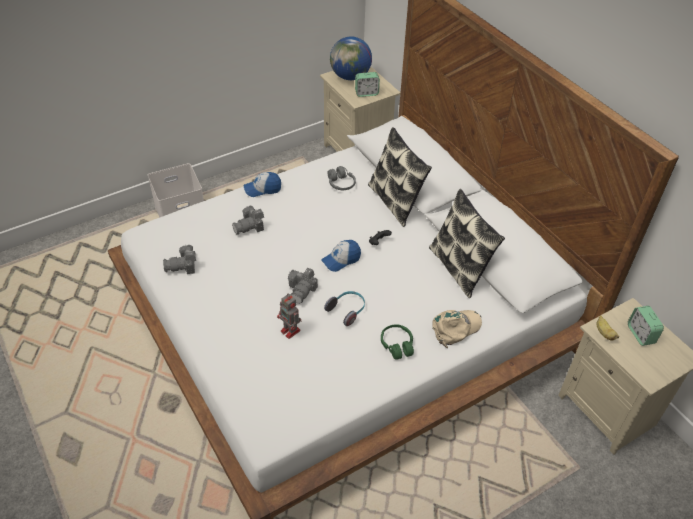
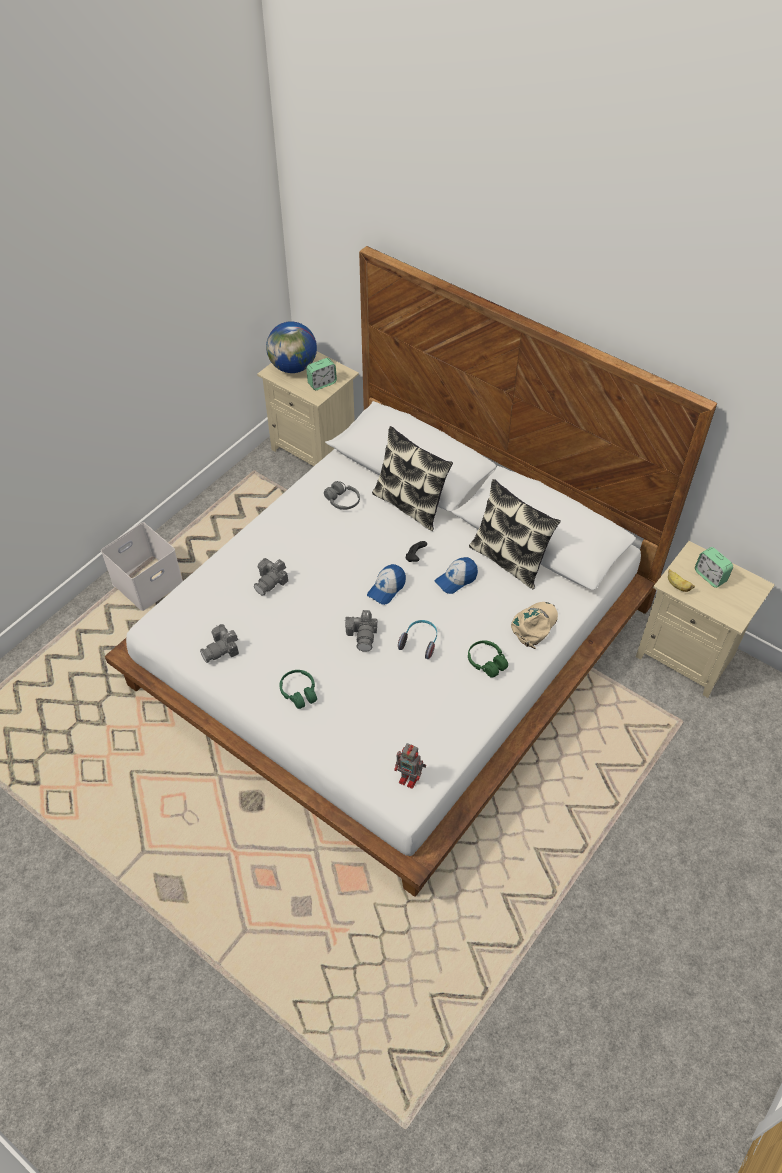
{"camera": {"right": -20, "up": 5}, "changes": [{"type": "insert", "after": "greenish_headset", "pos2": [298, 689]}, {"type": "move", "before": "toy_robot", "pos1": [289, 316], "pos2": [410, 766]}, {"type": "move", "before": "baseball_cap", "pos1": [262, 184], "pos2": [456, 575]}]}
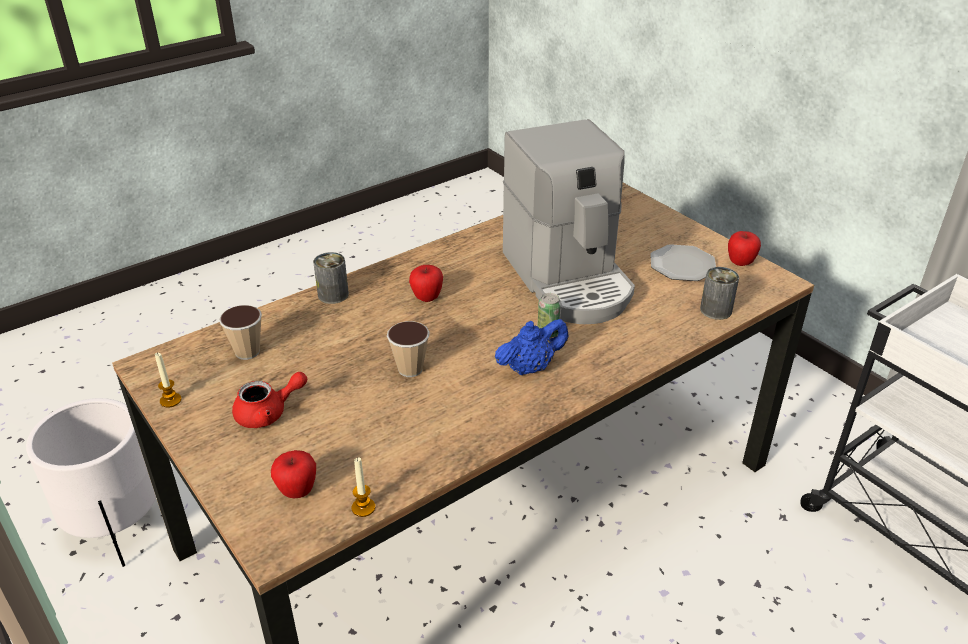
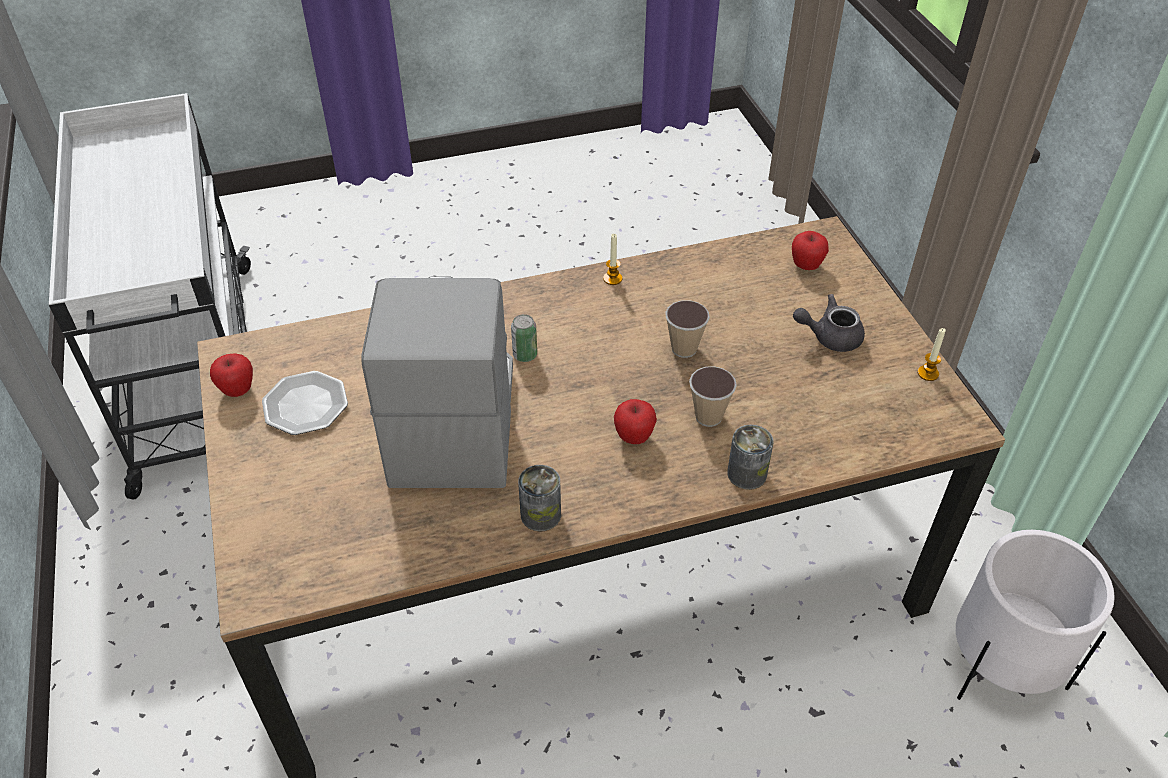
{"camera": {"right": -160, "up": 10}, "changes": [{"type": "move", "before": "sealed_can", "pos1": [719, 293], "pos2": [539, 498]}, {"type": "move", "before": "candle", "pos1": [363, 487], "pos2": [612, 259]}, {"type": "move", "before": "small_cup", "pos1": [240, 332], "pos2": [713, 396]}, {"type": "recolor", "before": "red_pot_for_tea", "after": "greyish_pot_for_tea", "pos1": [269, 400], "pos2": [829, 323]}, {"type": "delete", "before": "blue-coloured_pot_for_tea", "pos1": [532, 347]}]}
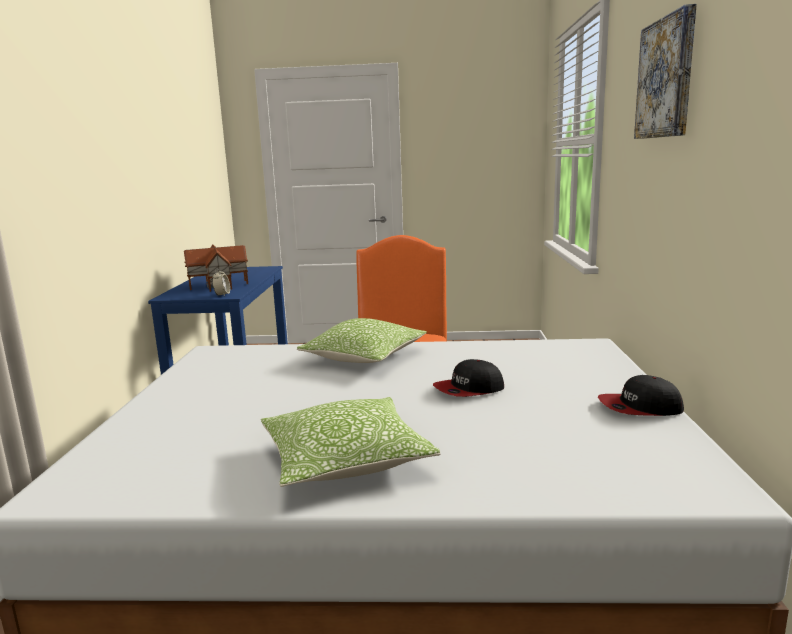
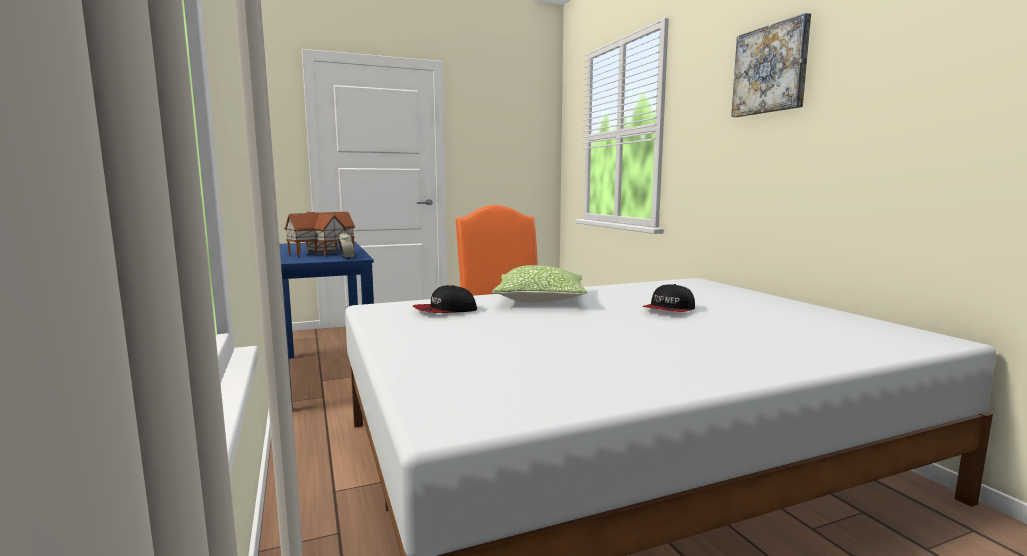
{"camera": {"right": -25, "up": -5}, "changes": [{"type": "move", "before": "baseball_cap", "pos1": [641, 395], "pos2": [445, 299]}, {"type": "delete", "before": "pillow", "pos1": [350, 442]}]}
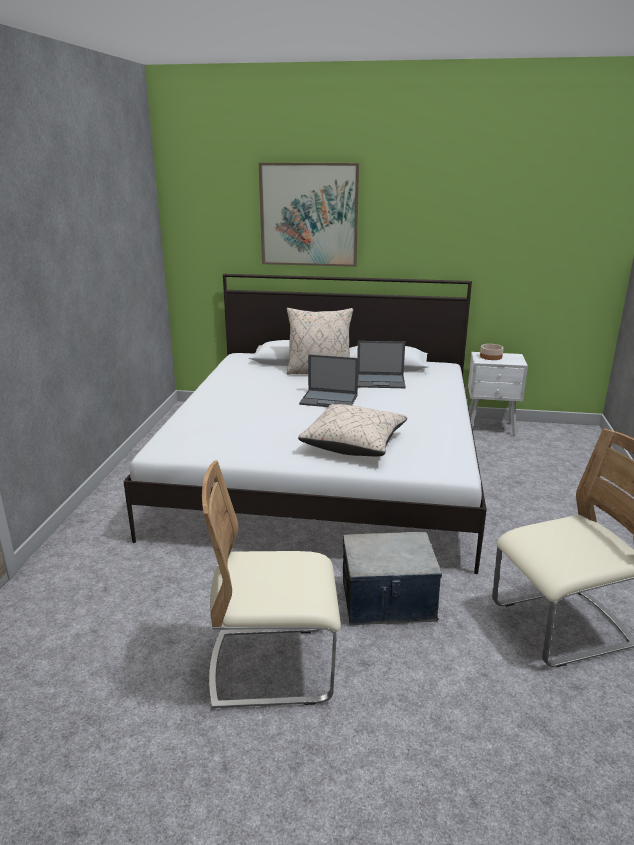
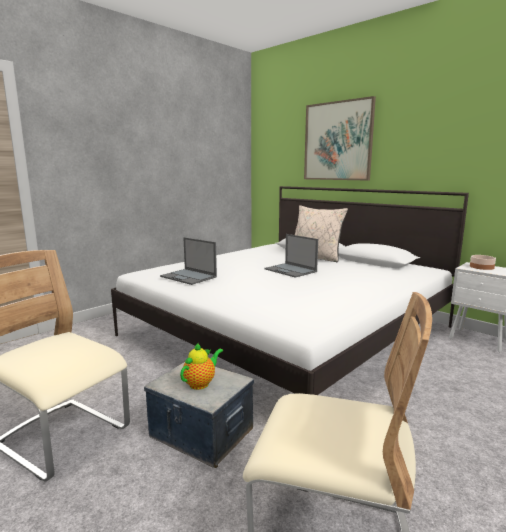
{"camera": {"right": 35, "up": -10}, "changes": [{"type": "move", "before": "laptop", "pos1": [381, 364], "pos2": [188, 261]}, {"type": "insert", "after": "pot_for_tea", "pos2": [201, 366]}, {"type": "delete", "before": "beige-coloured_pillow", "pos1": [352, 430]}]}
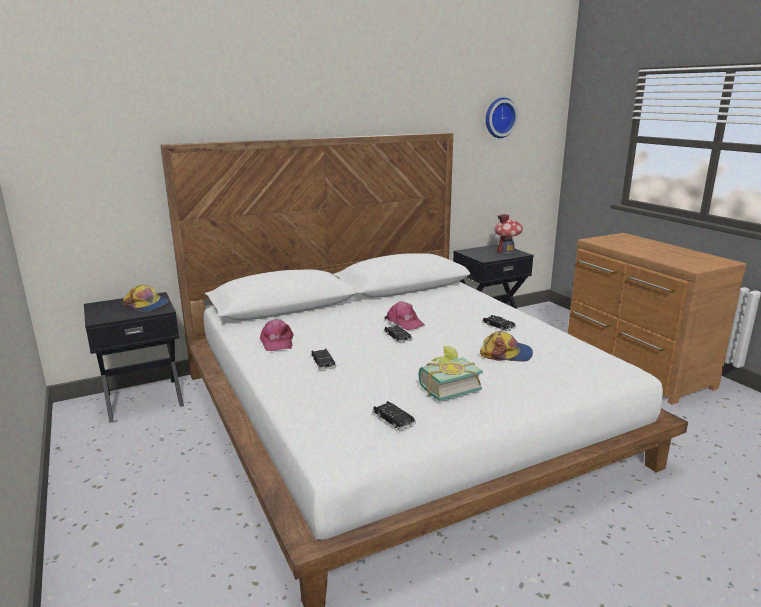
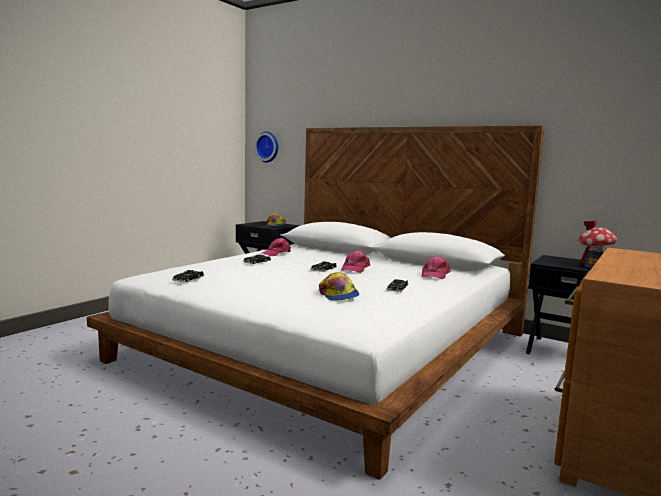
{"camera": {"right": 60, "up": -10}, "changes": [{"type": "move", "before": "clock_on_the_wall", "pos1": [502, 117], "pos2": [266, 146]}, {"type": "insert", "after": "pink-coloured_baseball_cap", "pos2": [436, 267]}, {"type": "delete", "before": "bound_book", "pos1": [451, 373]}]}
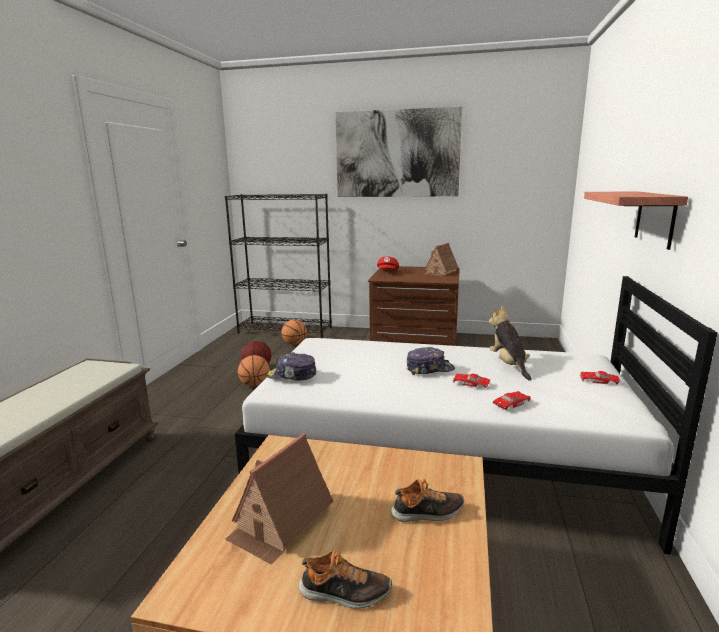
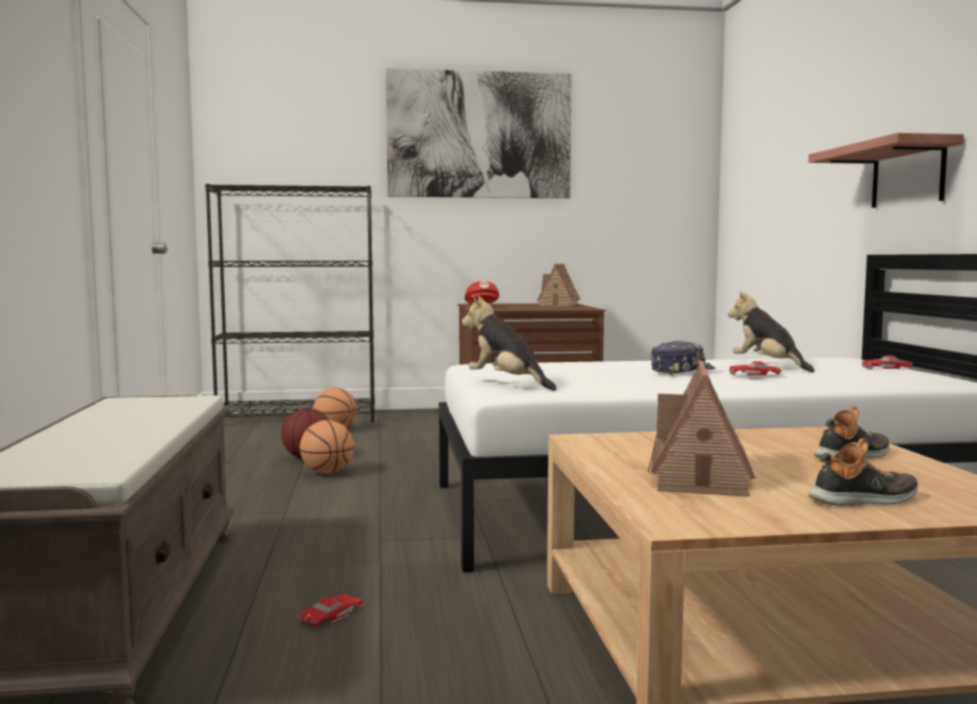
{"camera": {"right": -20, "up": -10}, "changes": [{"type": "move", "before": "red_model_car", "pos1": [512, 400], "pos2": [330, 610]}, {"type": "replace", "before": "baseball_cap", "after": "soft_toy", "pos1": [291, 366], "pos2": [509, 343]}]}
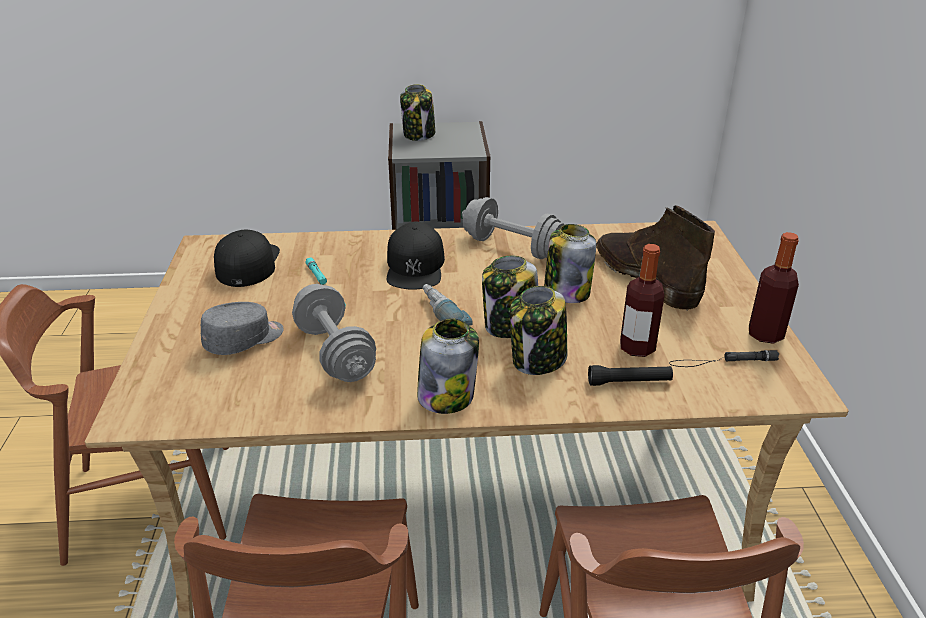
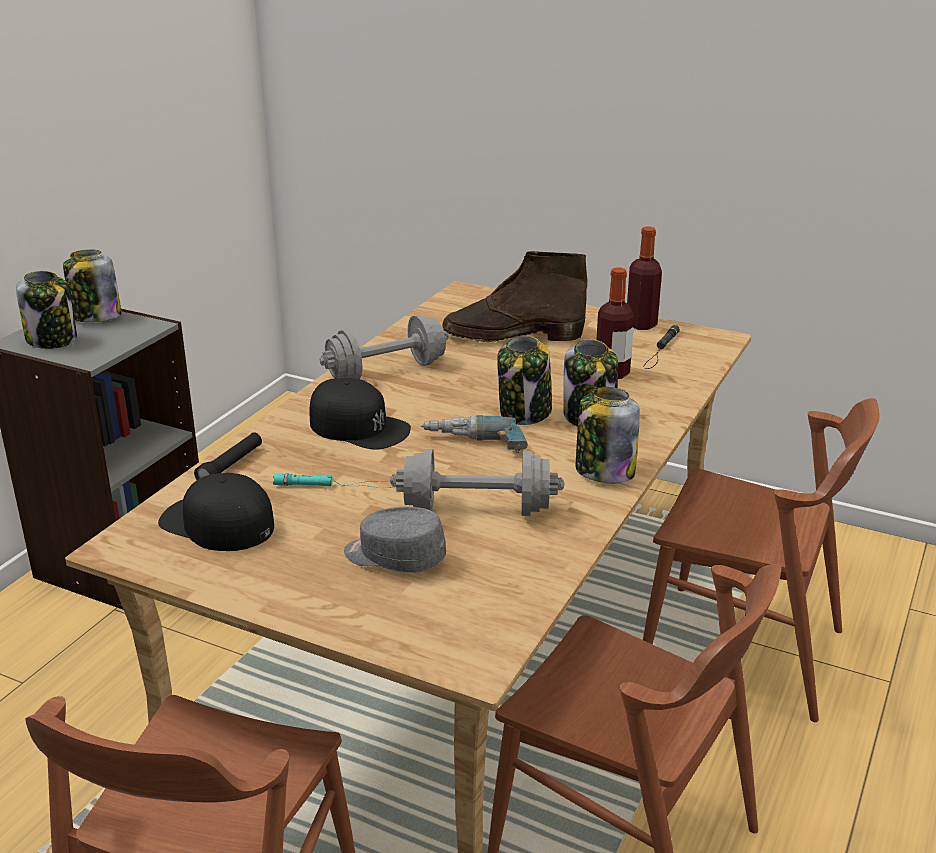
{"camera": {"right": -60, "up": -5}, "changes": [{"type": "move", "before": "storage_jar", "pos1": [570, 263], "pos2": [92, 286]}, {"type": "move", "before": "blackish_flashlight", "pos1": [630, 375], "pos2": [228, 456]}, {"type": "rotate", "before": "greyish_baseball_cap", "pos1": [242, 328], "pos2": [395, 540], "turn": -60}]}
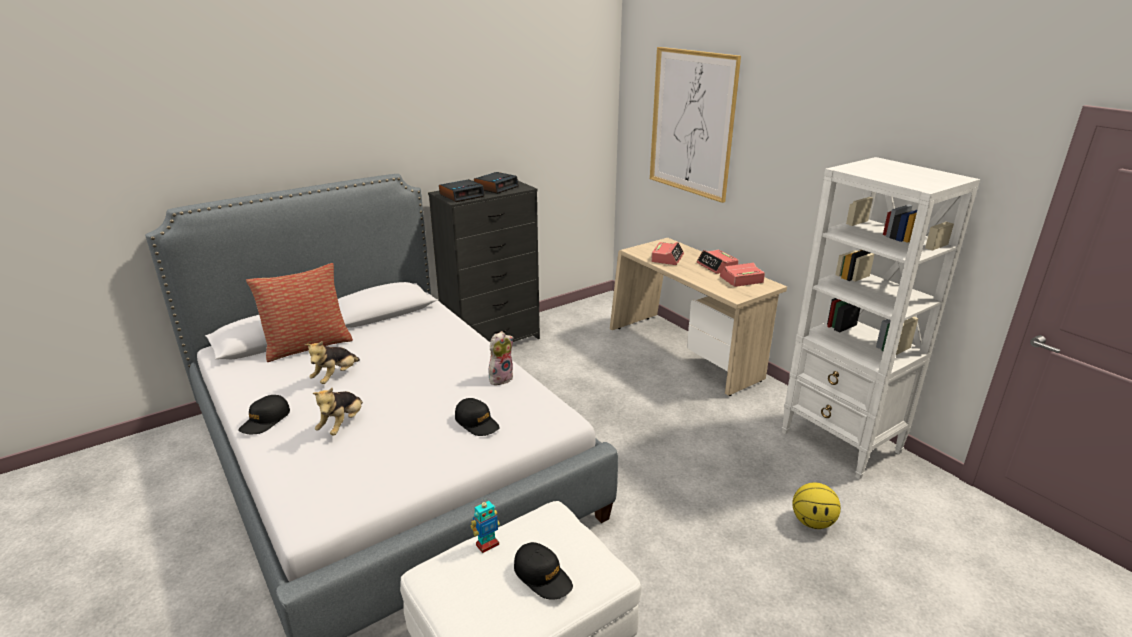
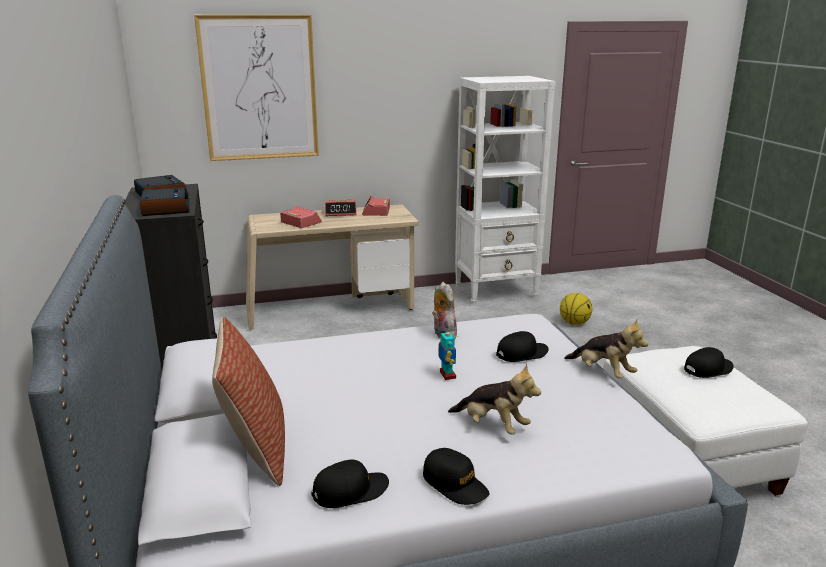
{"camera": {"right": -70, "up": -5}, "changes": [{"type": "insert", "after": "blackish_baseball_cap", "pos2": [350, 484]}, {"type": "move", "before": "toy_robot", "pos1": [485, 526], "pos2": [447, 353]}, {"type": "move", "before": "soft_toy", "pos1": [332, 362], "pos2": [606, 348]}]}
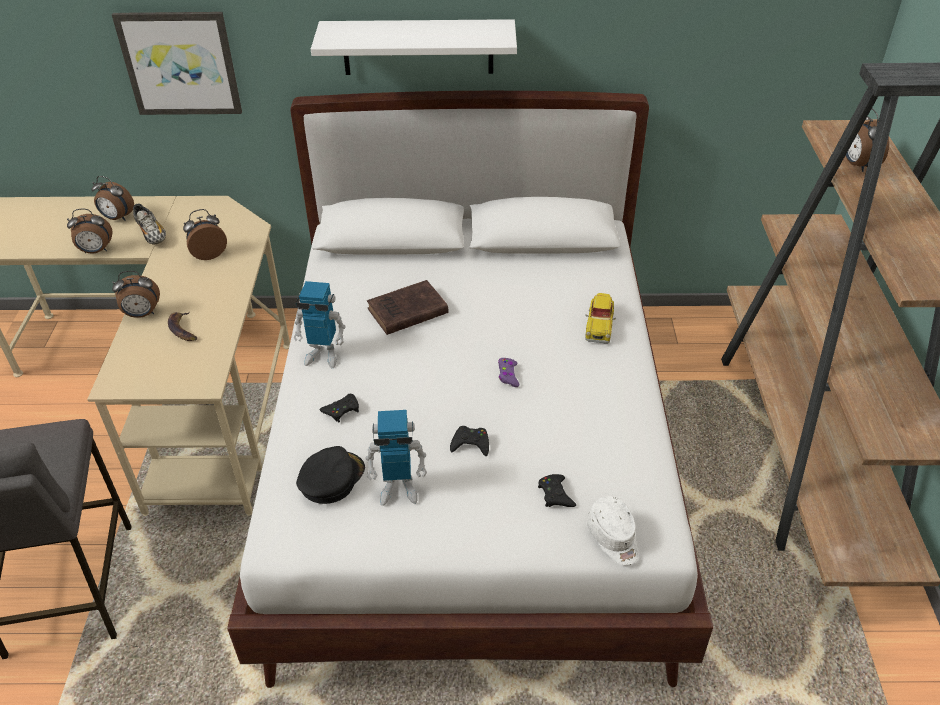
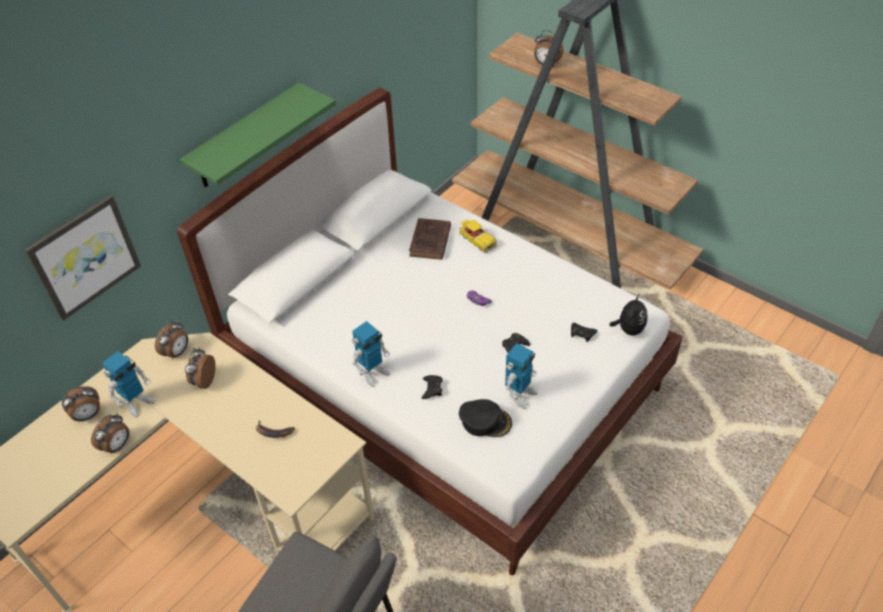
{"camera": {"right": -50, "up": 5}, "changes": [{"type": "replace", "before": "item_of_footwear", "after": "toy_robot", "pos1": [149, 223], "pos2": [128, 384]}, {"type": "move", "before": "table_clock", "pos1": [136, 294], "pos2": [171, 340]}, {"type": "recolor", "before": "white_wall_shelf", "after": "greenish_wall_shelf", "pos1": [414, 47], "pos2": [258, 135]}, {"type": "move", "before": "brown-coloured_bound_book", "pos1": [407, 307], "pos2": [430, 239]}, {"type": "rotate", "before": "blackish_baseball_cap", "pos1": [330, 475], "pos2": [485, 418], "turn": 120}, {"type": "replace", "before": "white_baseball_cap", "after": "soft_toy", "pos1": [613, 530], "pos2": [628, 314]}]}
